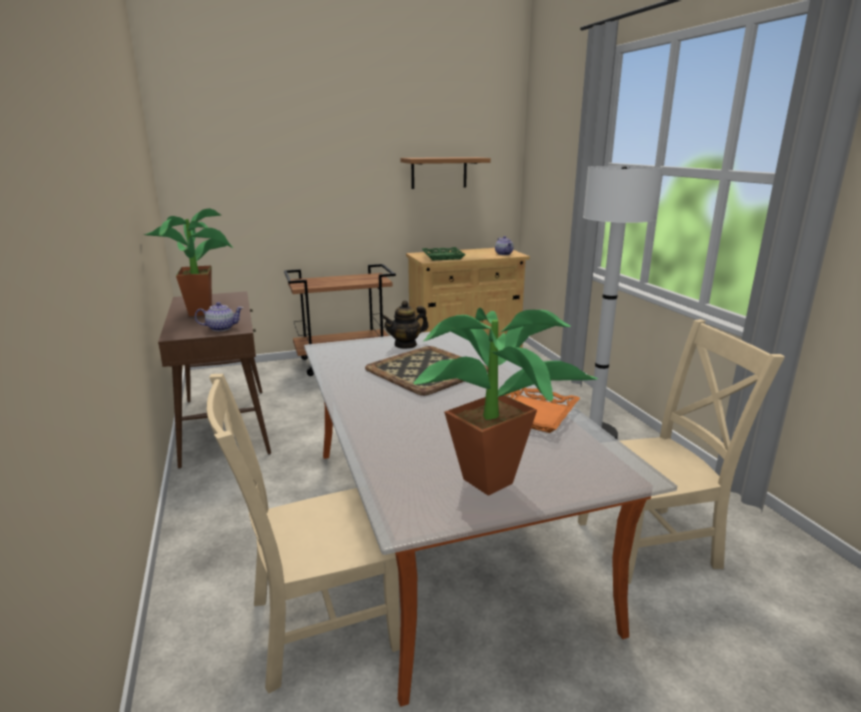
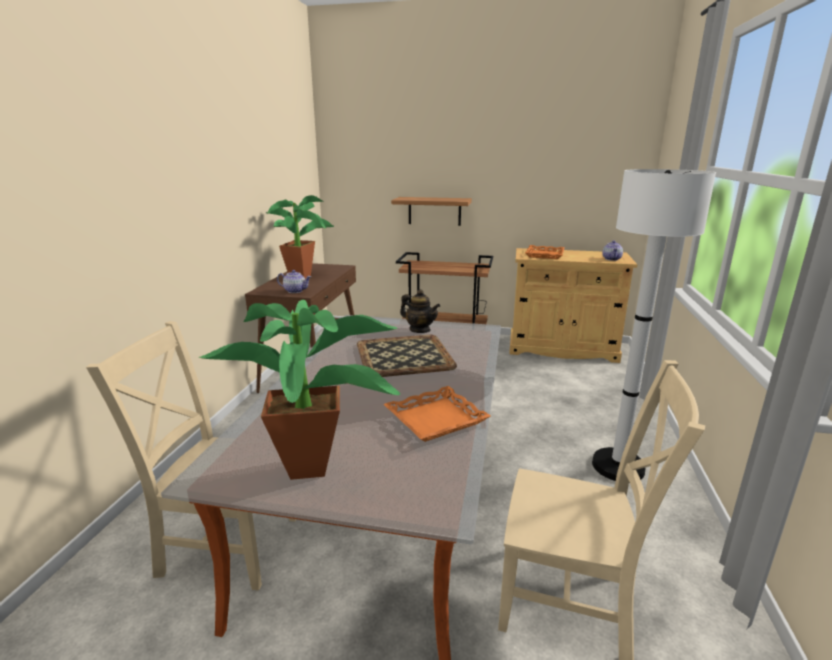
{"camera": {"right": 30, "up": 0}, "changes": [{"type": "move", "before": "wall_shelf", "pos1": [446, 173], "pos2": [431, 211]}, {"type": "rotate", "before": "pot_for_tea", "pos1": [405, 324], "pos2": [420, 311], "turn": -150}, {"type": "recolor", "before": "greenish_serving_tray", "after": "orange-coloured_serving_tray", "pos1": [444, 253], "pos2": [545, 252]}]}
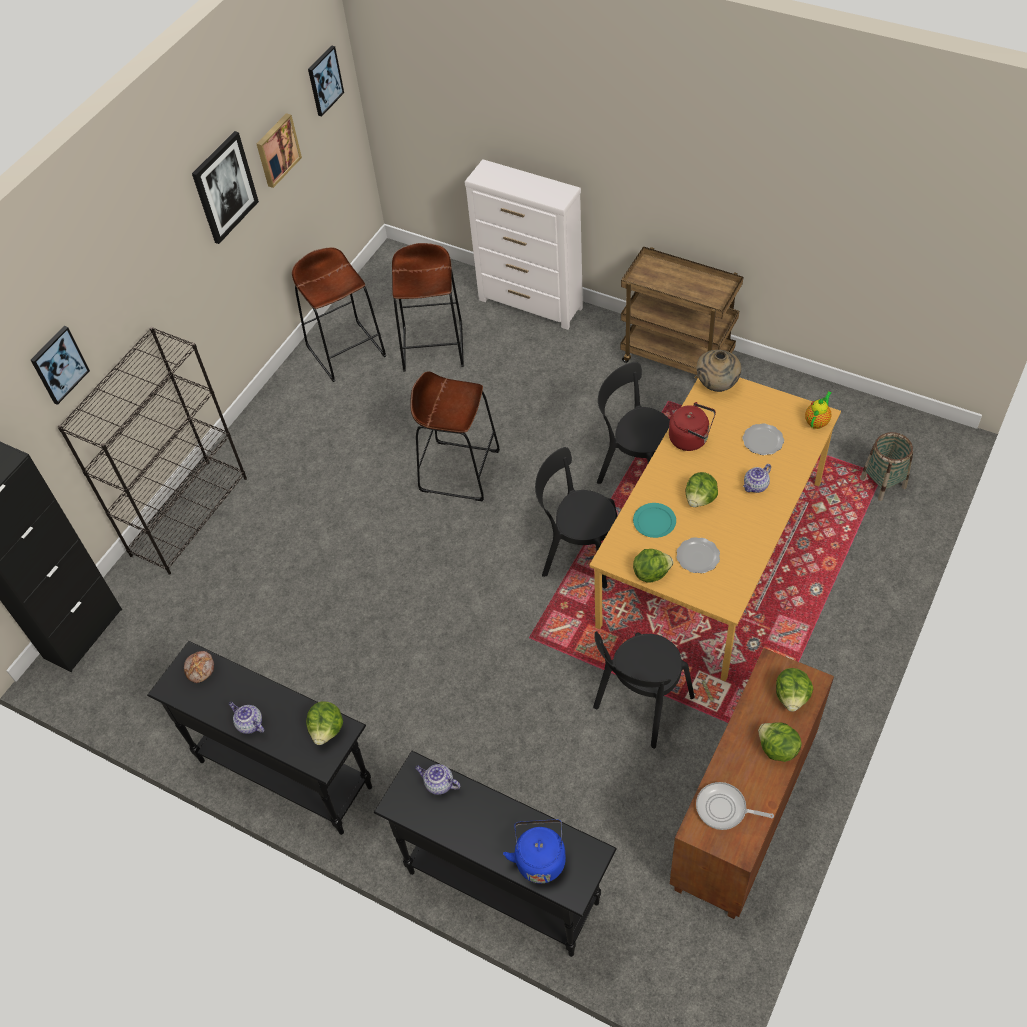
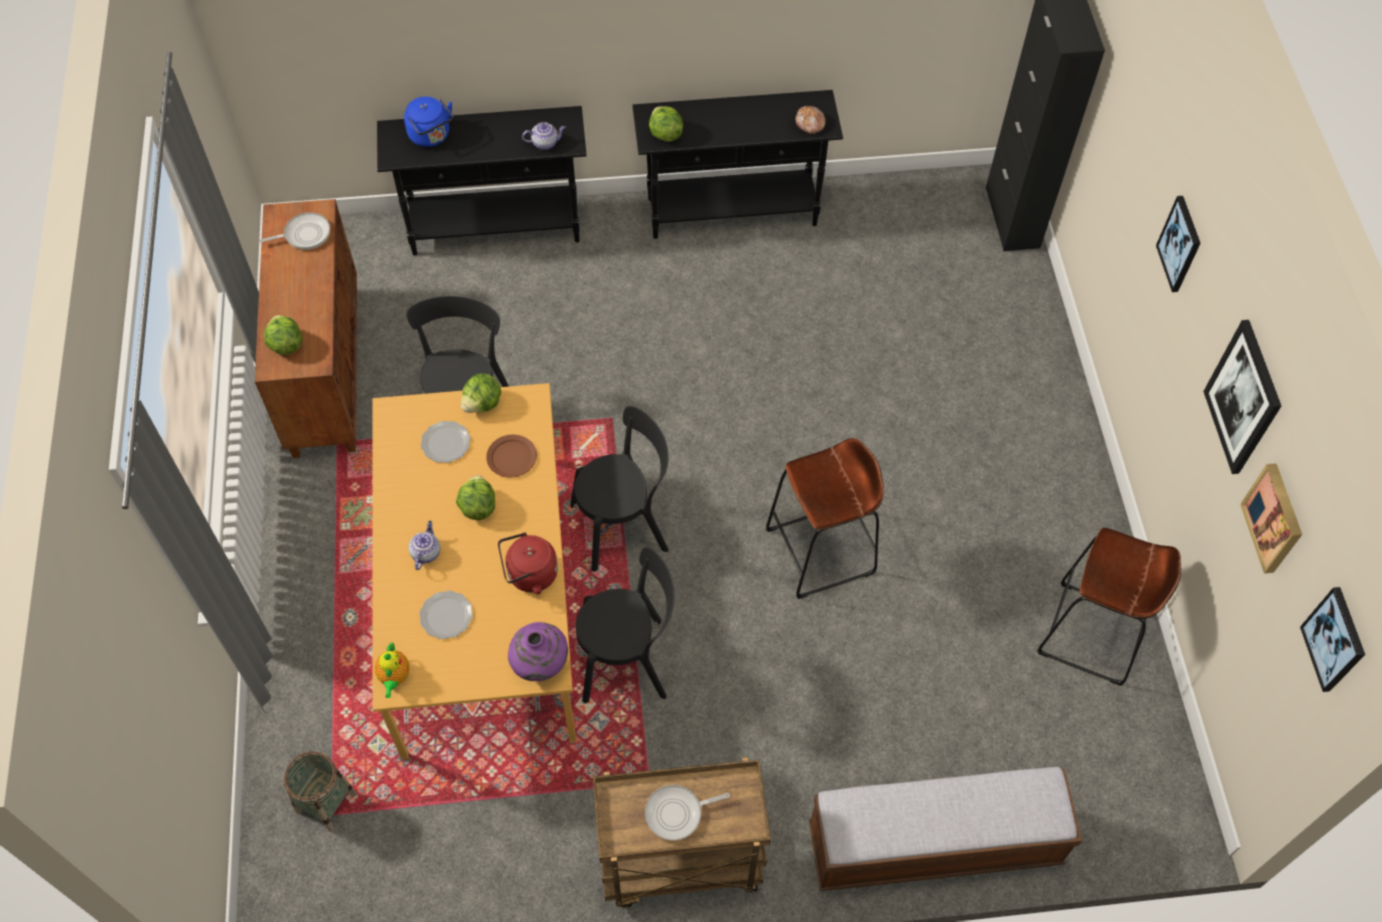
{"camera": {"right": 140, "up": 5}, "changes": [{"type": "recolor", "before": "turquoise-coloured_plate", "after": "brown-coloured_plate", "pos1": [654, 520], "pos2": [511, 456]}, {"type": "recolor", "before": "beige-coloured_vase", "after": "purple_vase", "pos1": [719, 371], "pos2": [538, 651]}, {"type": "insert", "after": "skillet", "pos2": [687, 812]}, {"type": "replace", "before": "white_chest_of_drawers", "after": "indoor_bench", "pos1": [524, 244], "pos2": [945, 829]}, {"type": "move", "before": "picture", "pos1": [60, 365], "pos2": [1178, 244]}, {"type": "delete", "before": "blackish_shelving_unit", "pos1": [152, 450]}, {"type": "delete", "before": "pot_for_tea", "pos1": [246, 718]}, {"type": "delete", "before": "brown-coloured_sitting_stool", "pos1": [428, 307]}, {"type": "delete", "before": "lettuce_head", "pos1": [780, 742]}]}
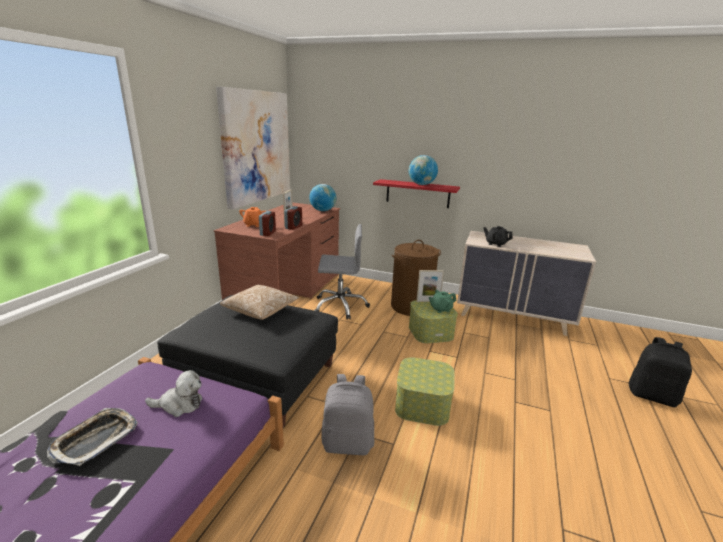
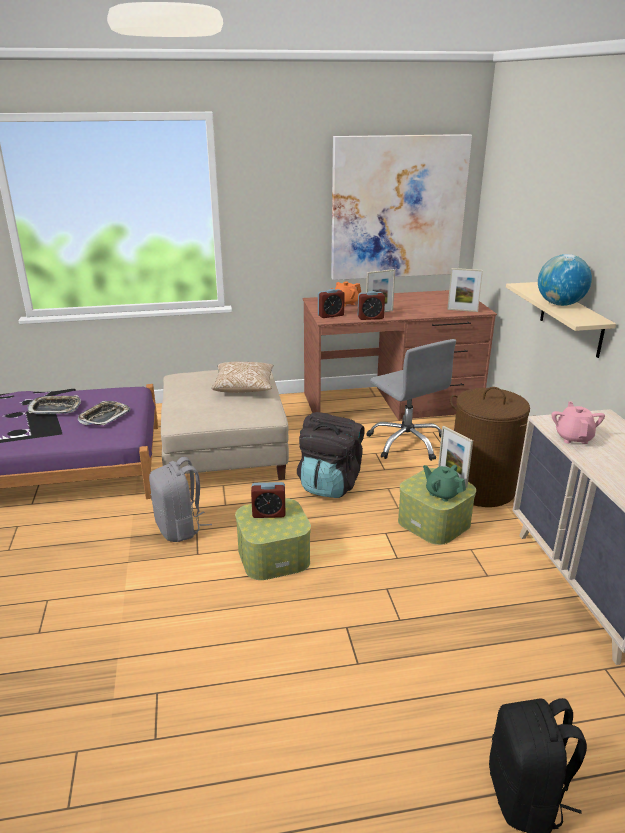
{"camera": {"right": 60, "up": 5}, "changes": [{"type": "replace", "before": "soft_toy", "after": "serving_tray", "pos1": [173, 393], "pos2": [104, 413]}, {"type": "recolor", "before": "blackish_pouffe", "after": "beige-coloured_pouffe", "pos1": [247, 361], "pos2": [225, 425]}, {"type": "insert", "after": "table_clock", "pos2": [268, 500]}, {"type": "insert", "after": "blackish_knapsack", "pos2": [331, 455]}, {"type": "replace", "before": "world_globe", "after": "standing_frame", "pos1": [322, 197], "pos2": [465, 290]}, {"type": "recolor", "before": "red_wall_shelf", "after": "beige-coloured_wall_shelf", "pos1": [416, 193], "pos2": [561, 320]}, {"type": "recolor", "before": "blackish_pot_for_tea", "after": "pink-coloured_pot_for_tea", "pos1": [498, 236], "pos2": [578, 423]}]}
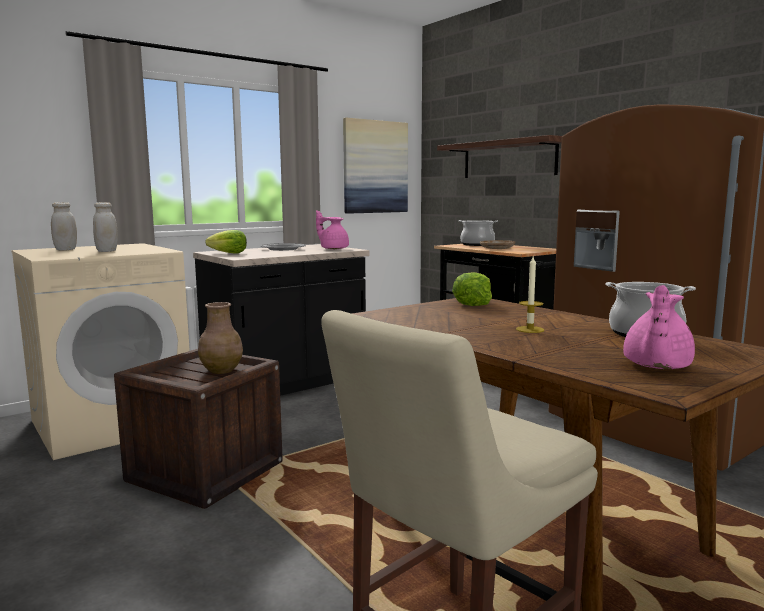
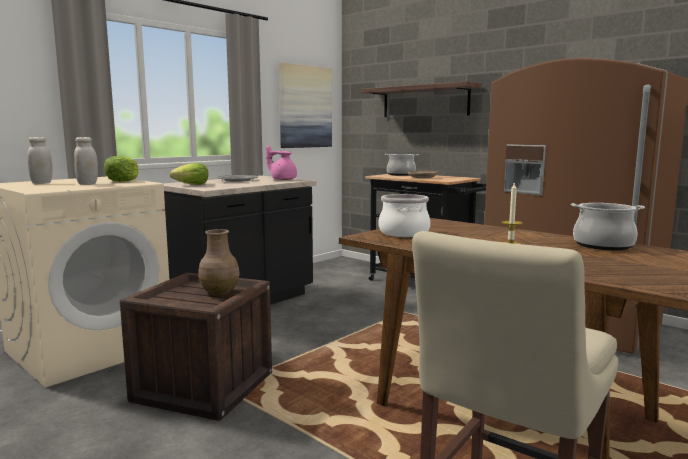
{"camera": {"right": -10, "up": 0}, "changes": [{"type": "move", "before": "lettuce_head", "pos1": [472, 289], "pos2": [121, 169]}, {"type": "insert", "after": "saucepot", "pos2": [404, 215]}, {"type": "delete", "before": "pink-coloured_pot_for_tea", "pos1": [659, 327]}]}
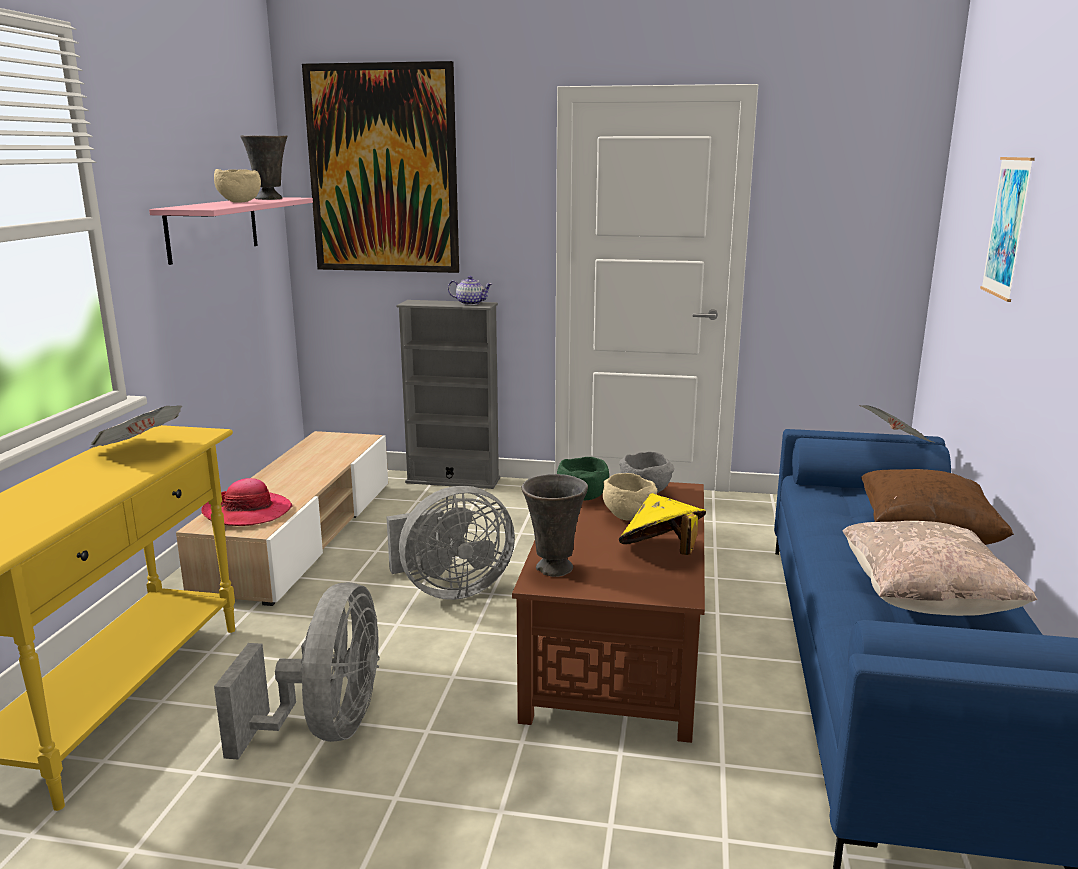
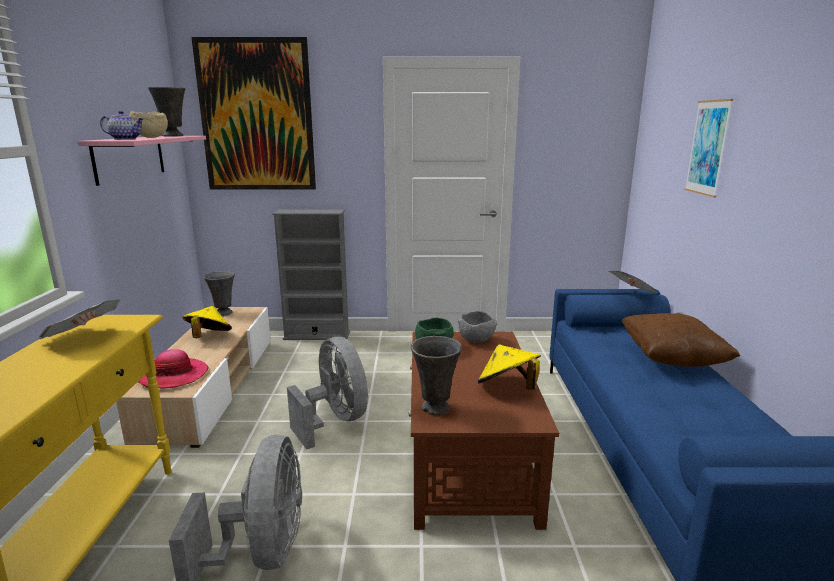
{"camera": {"right": -10, "up": 0}, "changes": [{"type": "move", "before": "pot_for_tea", "pos1": [470, 290], "pos2": [122, 125]}, {"type": "insert", "after": "yellow_wearable_hat", "pos2": [207, 322]}, {"type": "insert", "after": "greyish_vase", "pos2": [219, 293]}, {"type": "rotate", "before": "greyish_cooling_fan", "pos1": [451, 543], "pos2": [327, 393], "turn": -90}, {"type": "delete", "before": "beige-coloured_serving_bowl", "pos1": [630, 497]}, {"type": "delete", "before": "beige-coloured_pillow", "pos1": [940, 568]}]}
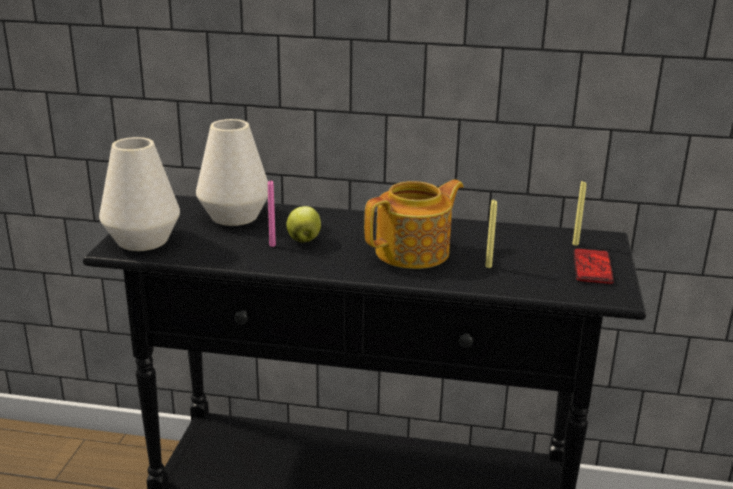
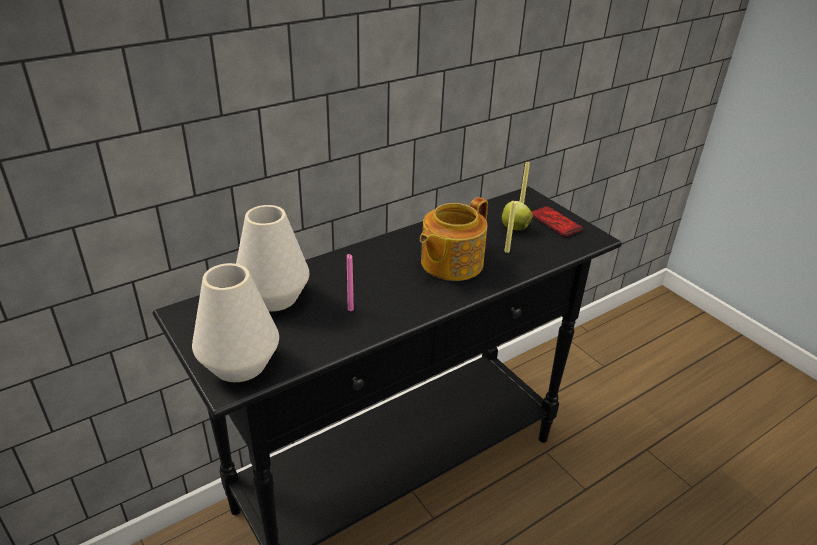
{"camera": {"right": -45, "up": 10}, "changes": [{"type": "rotate", "before": "pot_for_tea", "pos1": [414, 224], "pos2": [454, 239], "turn": -150}, {"type": "move", "before": "apple_fruit", "pos1": [303, 224], "pos2": [517, 215]}]}
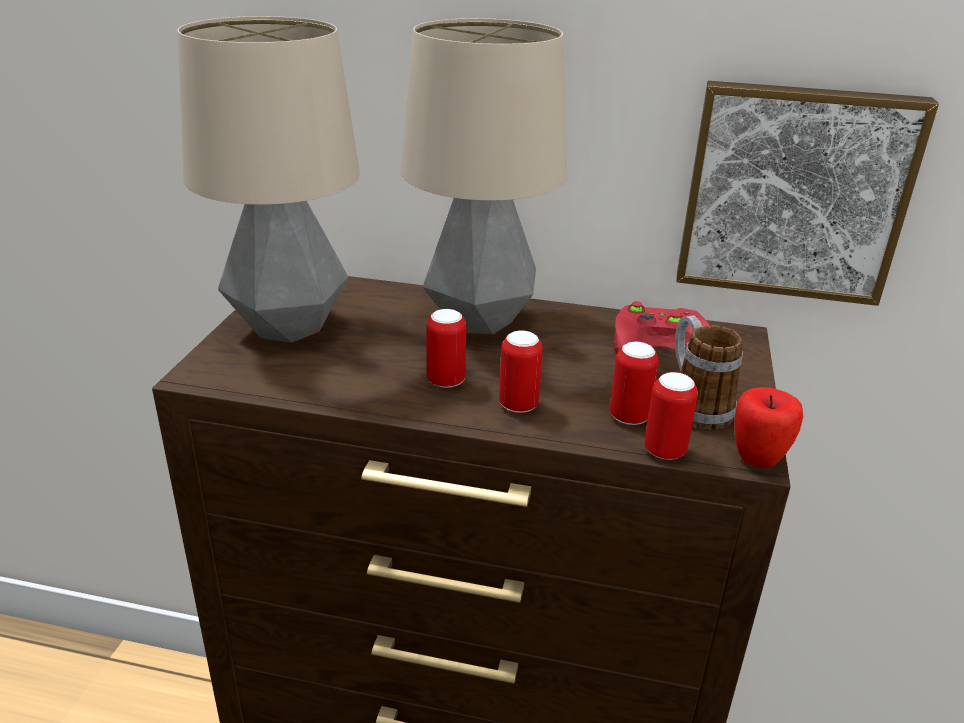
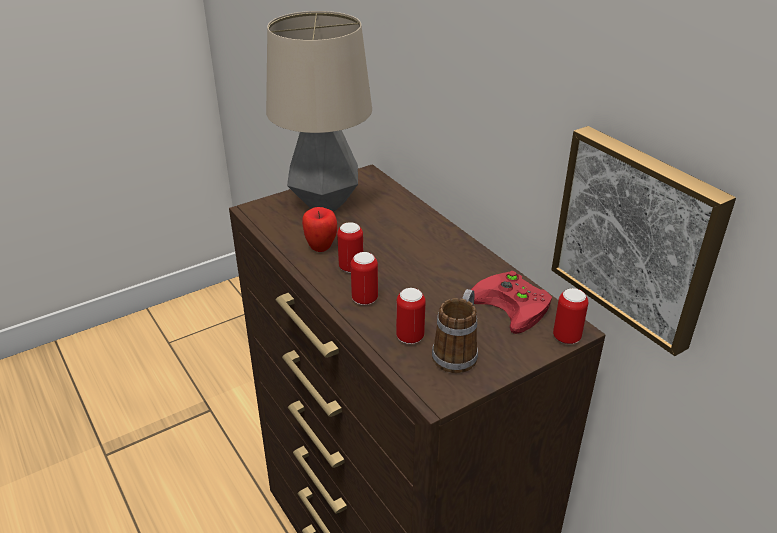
{"camera": {"right": 45, "up": 5}, "changes": [{"type": "move", "before": "apple_fruit", "pos1": [768, 427], "pos2": [319, 229]}, {"type": "move", "before": "sealed_can", "pos1": [671, 416], "pos2": [570, 316]}, {"type": "delete", "before": "table_lamp", "pos1": [483, 176]}]}
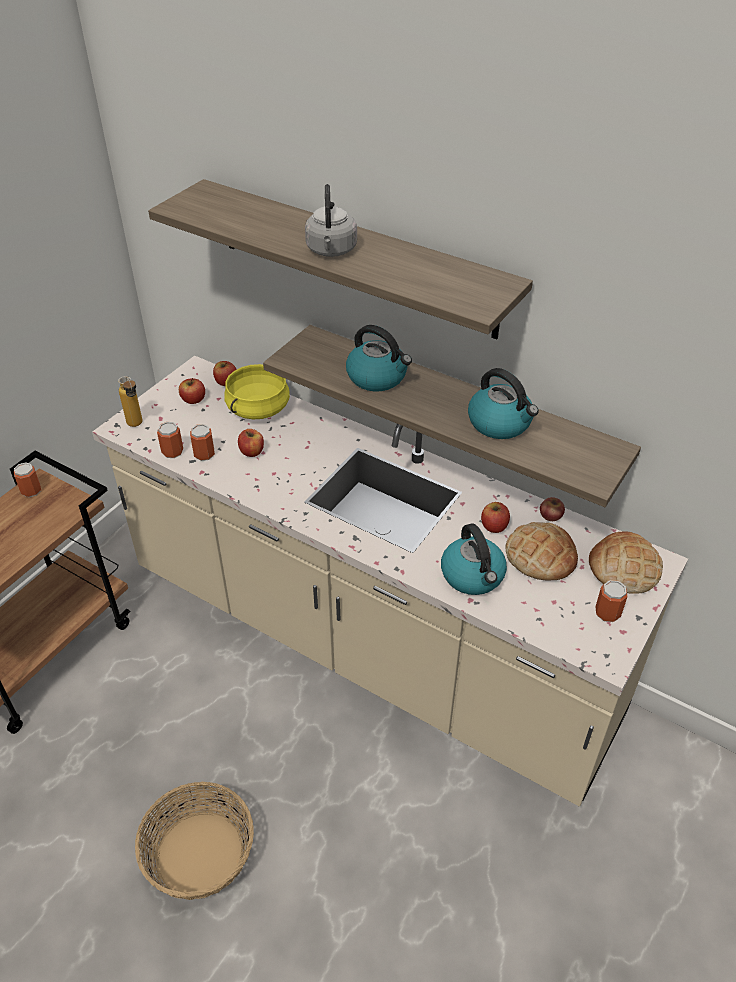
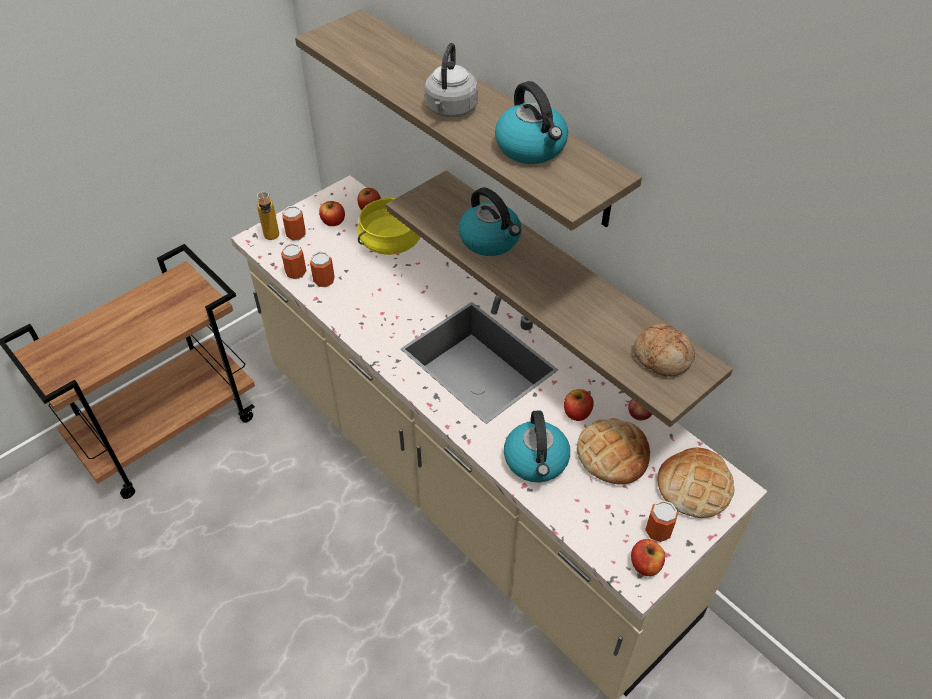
{"camera": {"right": 15, "up": 5}, "changes": [{"type": "move", "before": "sealed_can", "pos1": [27, 479], "pos2": [293, 223]}, {"type": "move", "before": "water_kettle", "pos1": [503, 403], "pos2": [531, 122]}, {"type": "move", "before": "apple_fruit", "pos1": [251, 443], "pos2": [648, 557]}, {"type": "insert", "after": "bread", "pos2": [664, 350]}, {"type": "delete", "before": "storage_basket", "pos1": [194, 841]}]}
